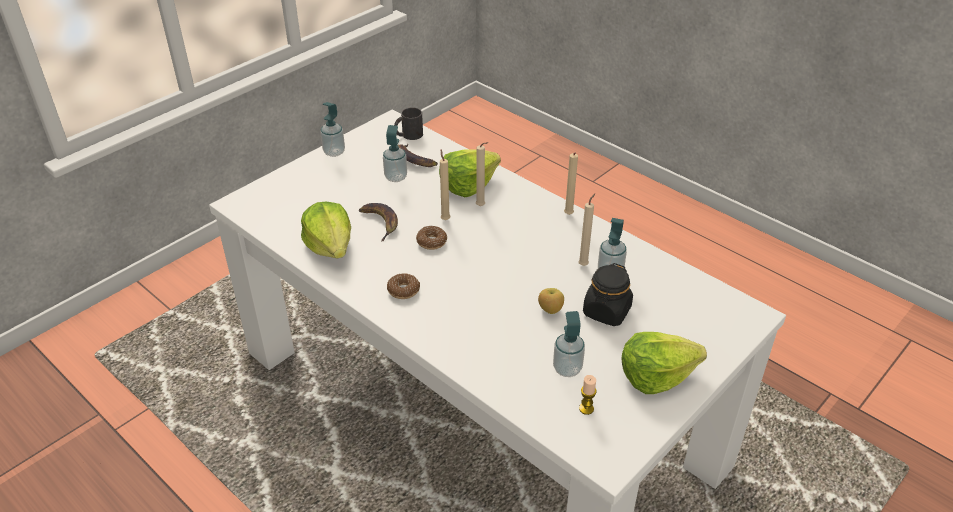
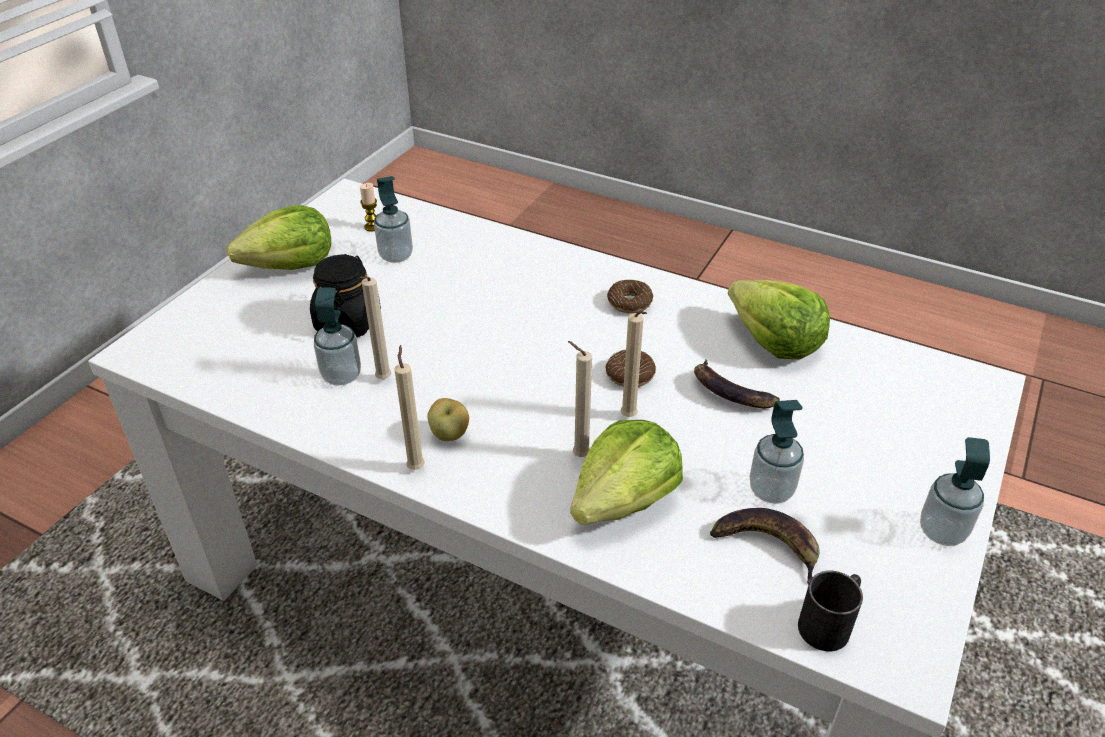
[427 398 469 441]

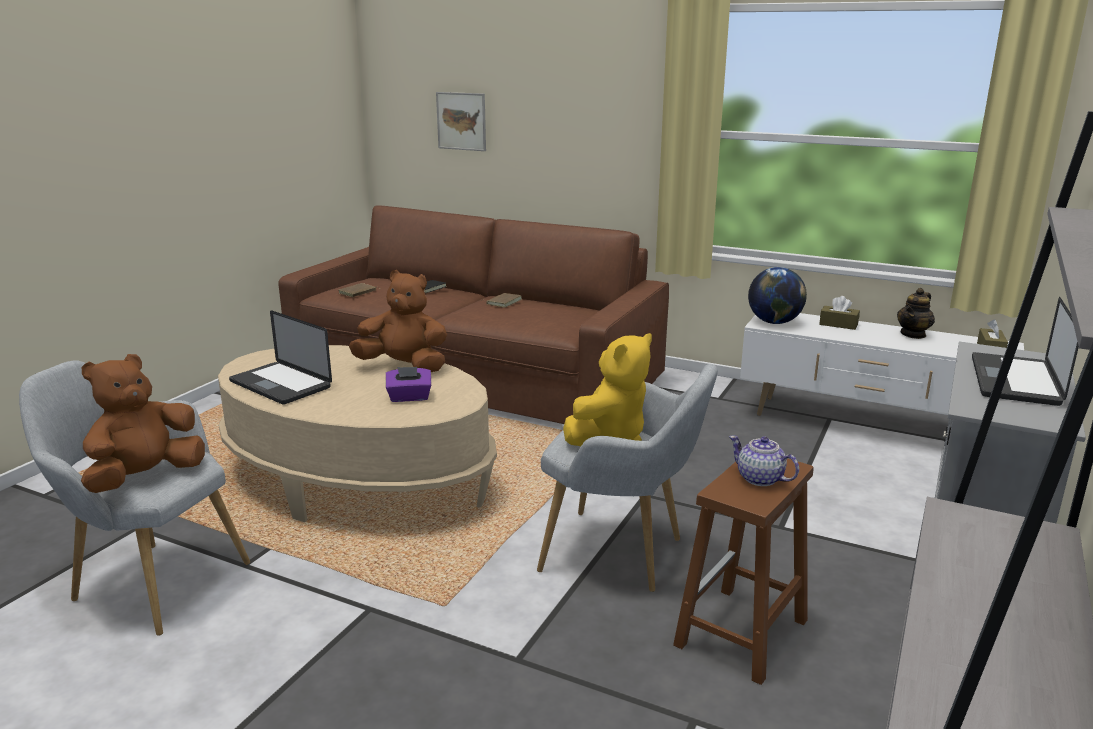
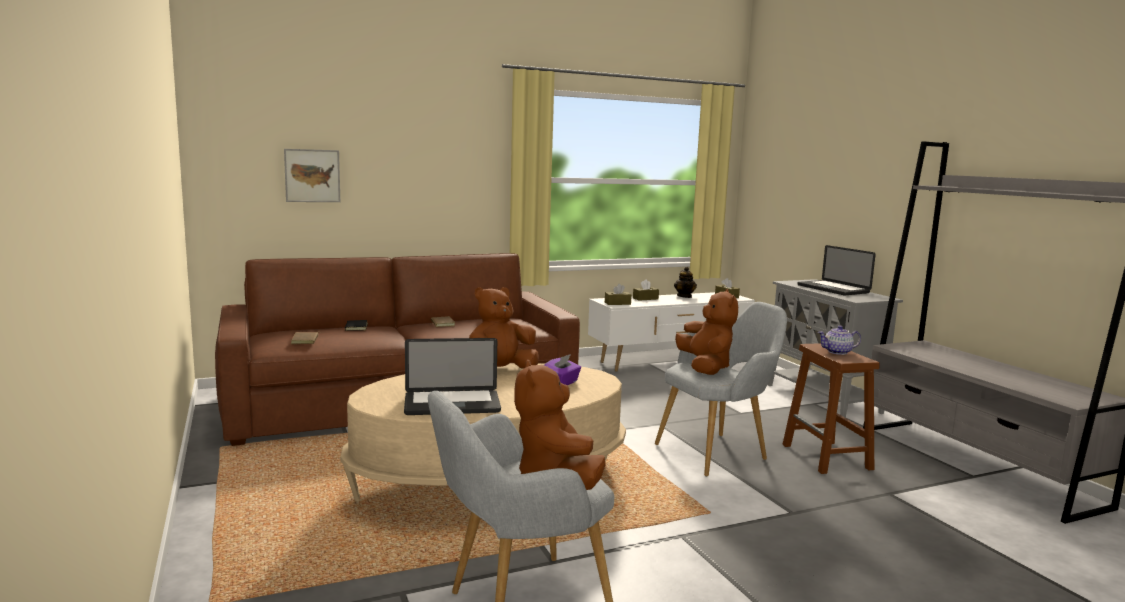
[605 284 632 305]
[675 289 738 375]

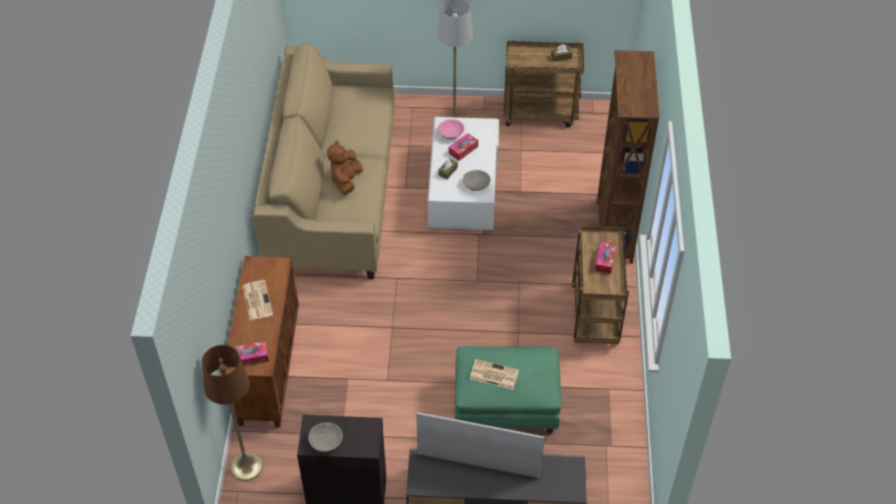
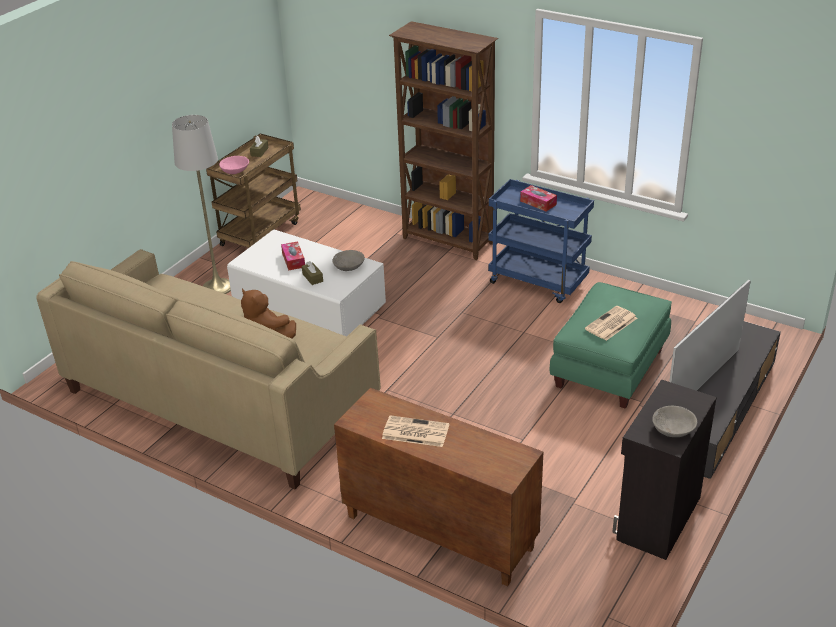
[219 156 249 174]
[488 179 594 303]
[202 345 263 481] (first image)
[233 341 269 366] (first image)

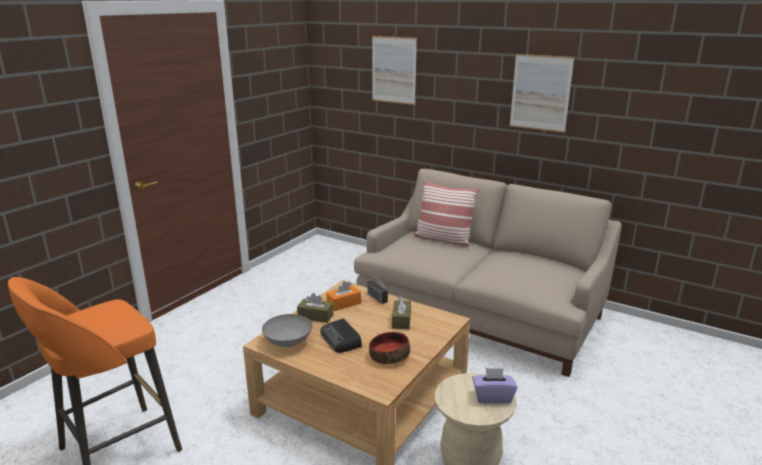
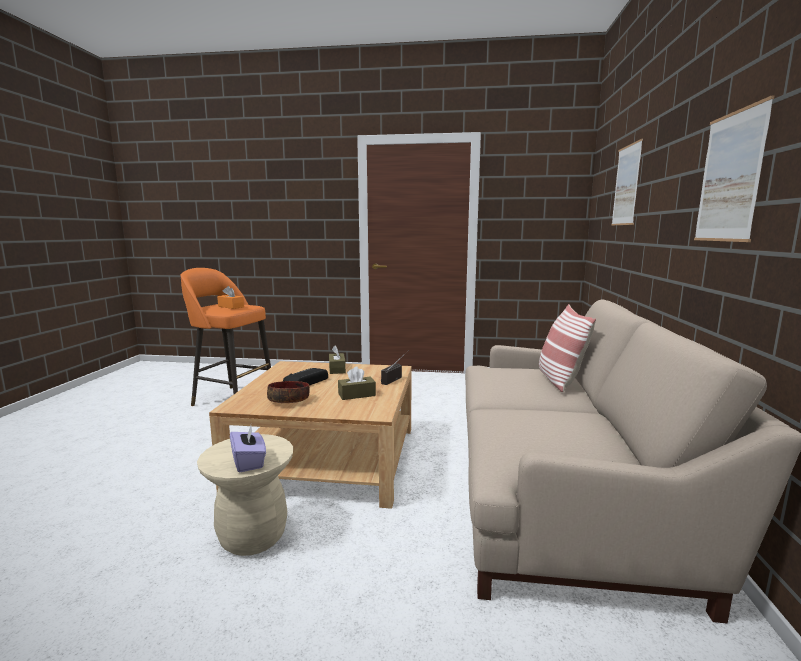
[217 286 244 309]
[262 314 313 347] (first image)

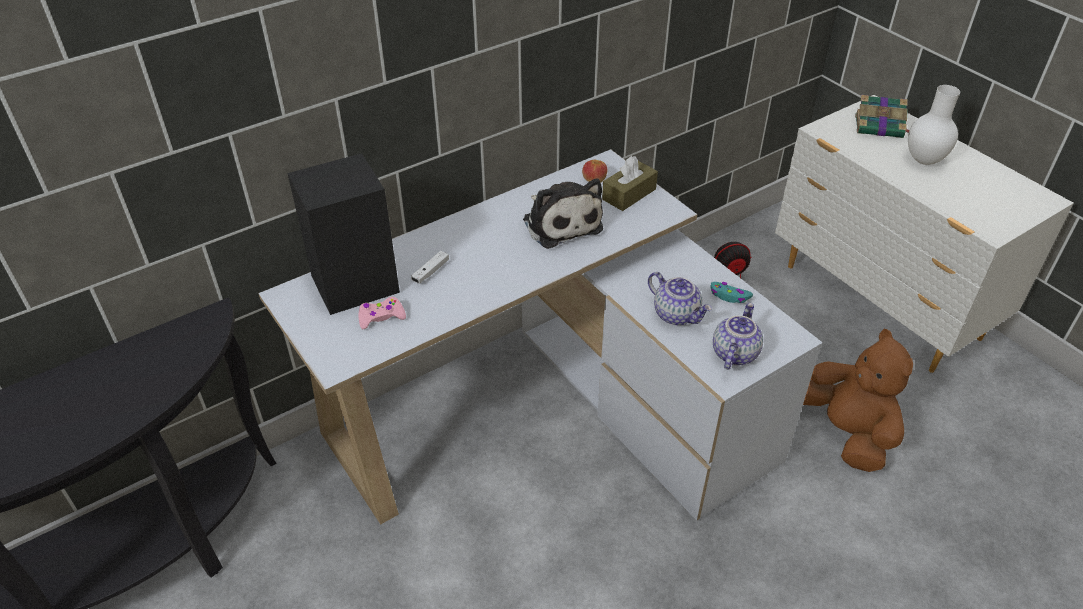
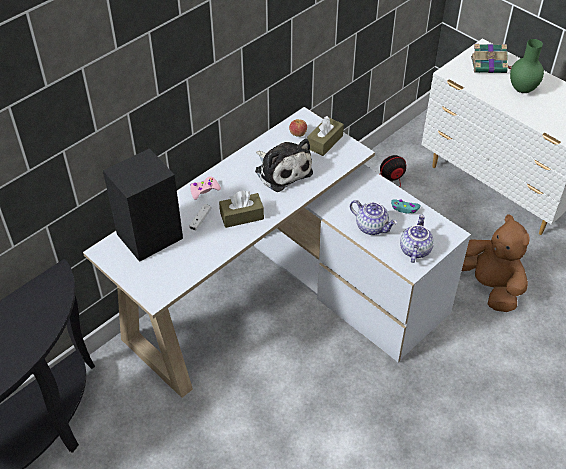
[190 176 221 200]
[219 191 264 228]
[510 39 544 93]

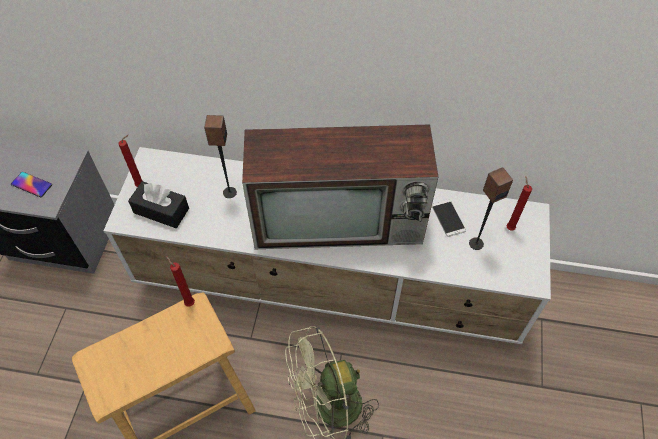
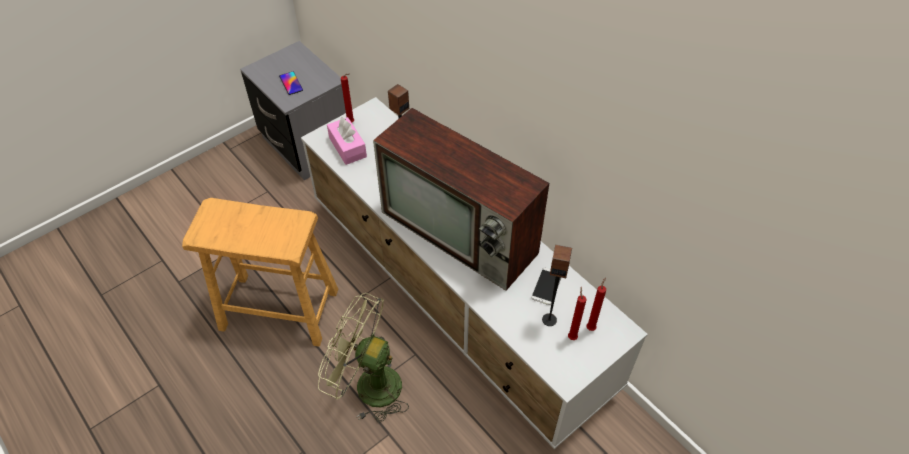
[327 117 367 165]
[568 287 586 340]

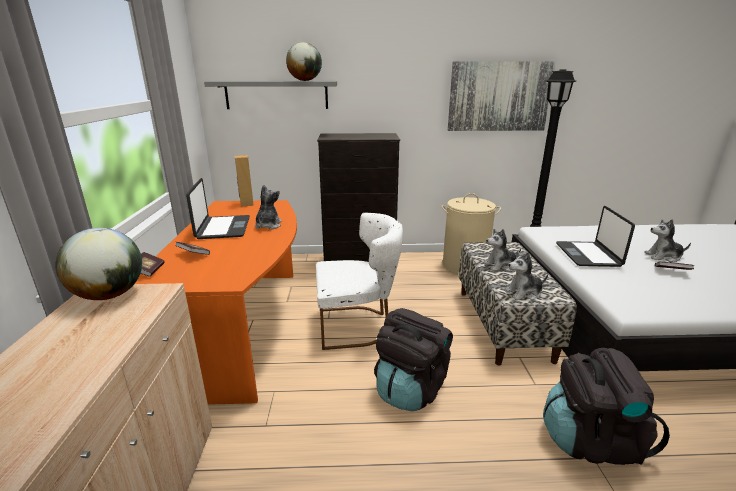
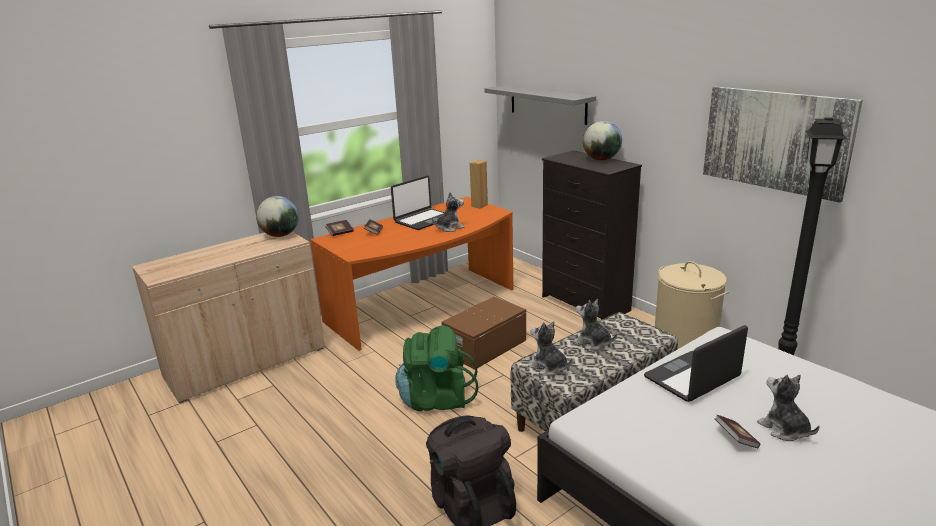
[395 325 478 411]
[441 297 526 370]
[583 121 622 160]

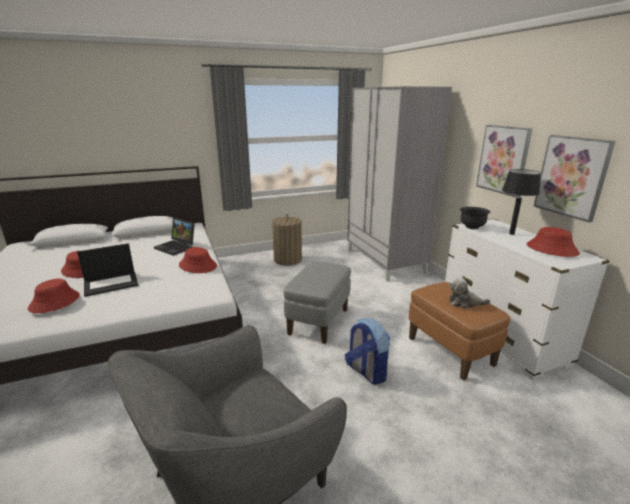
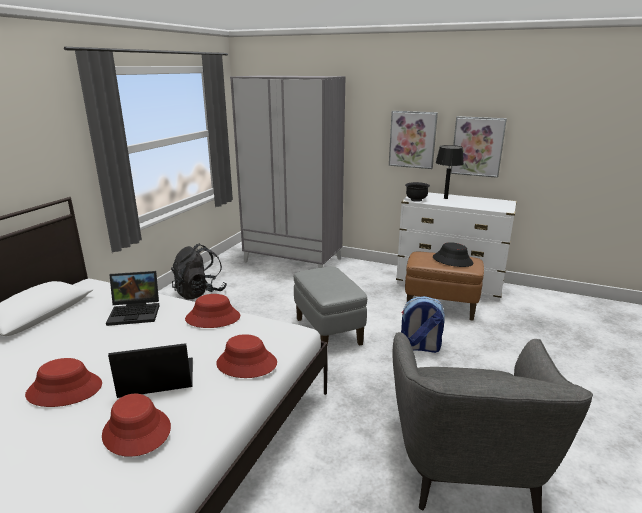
[108 343 193 398]
[171 243 227 300]
[216 334 277 378]
[433 242 473 267]

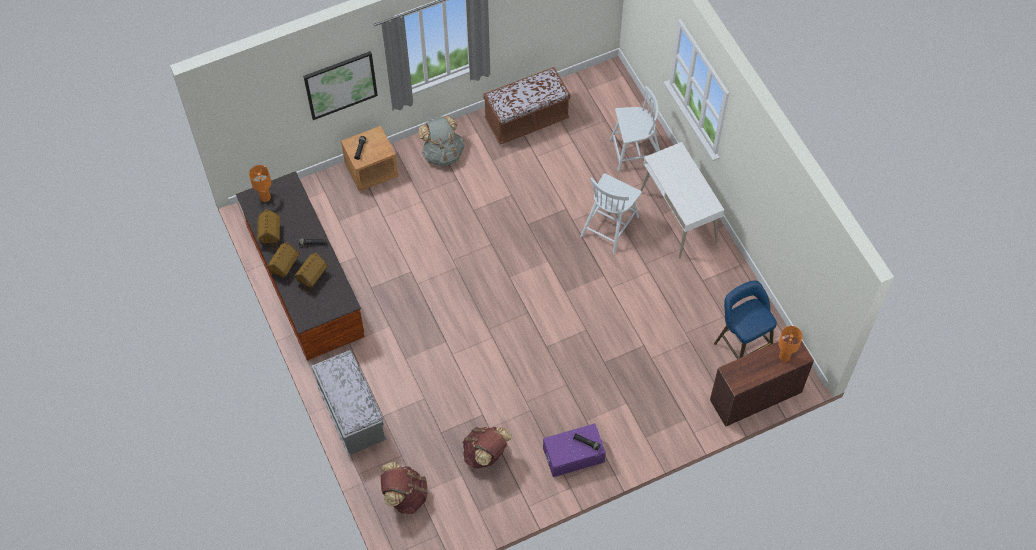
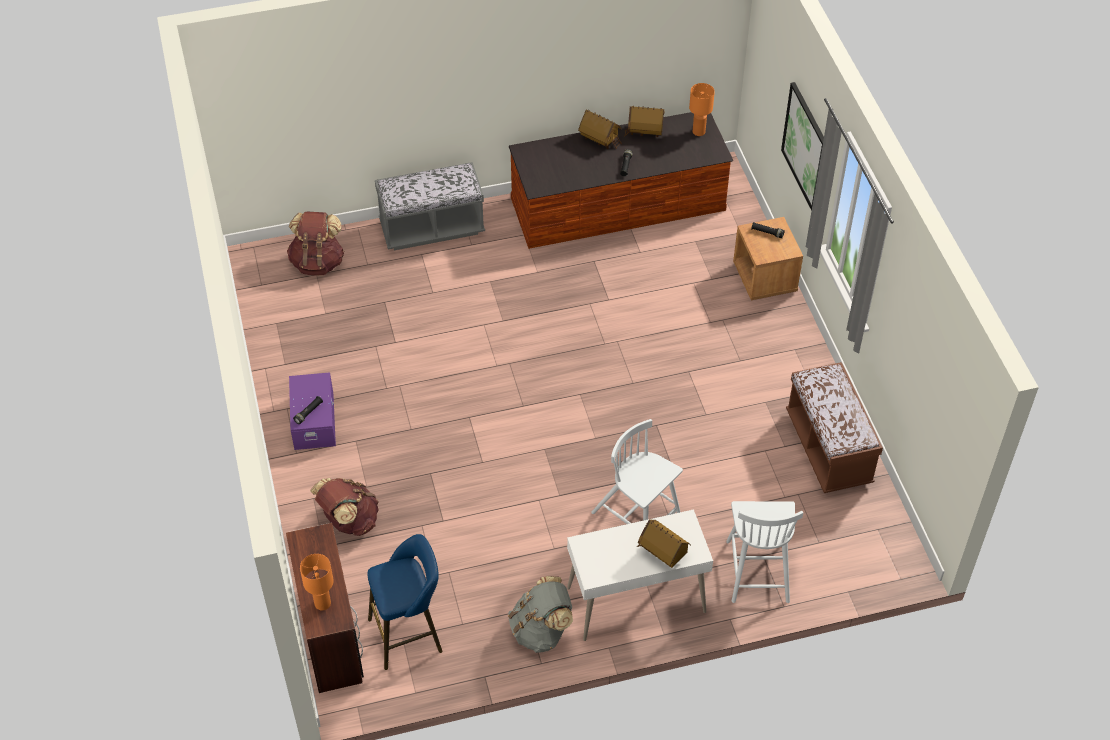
[310 478 379 536]
[508 576 573 653]
[637 520 691 568]

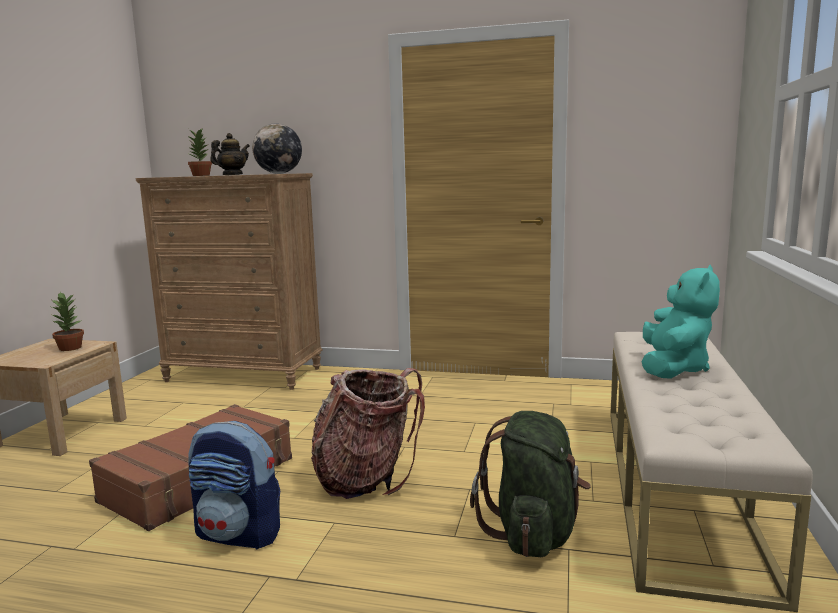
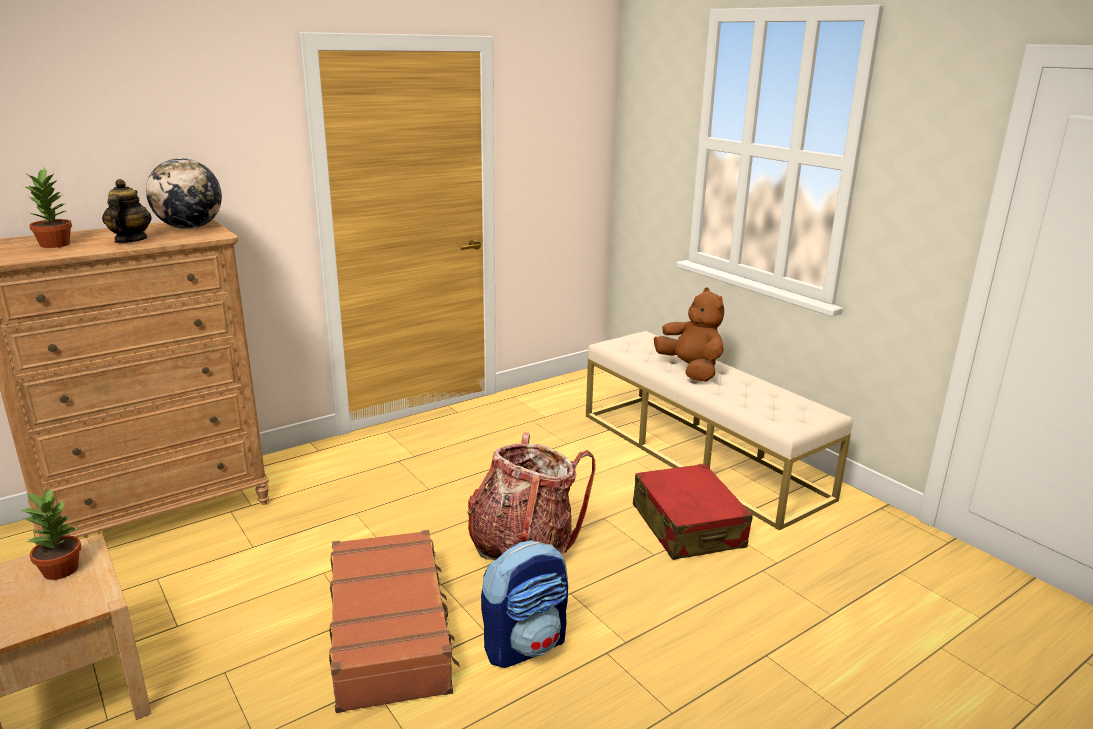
[633 464 753 560]
[654 287 724 382]

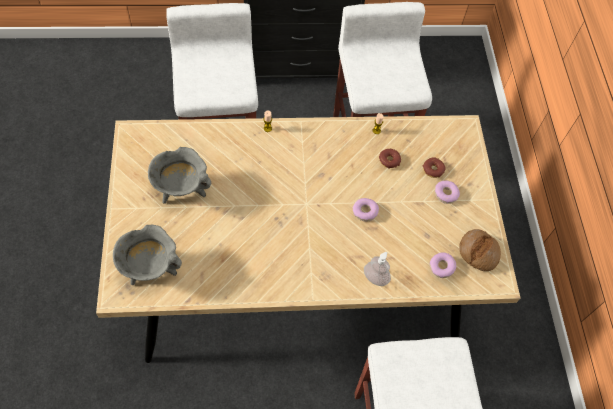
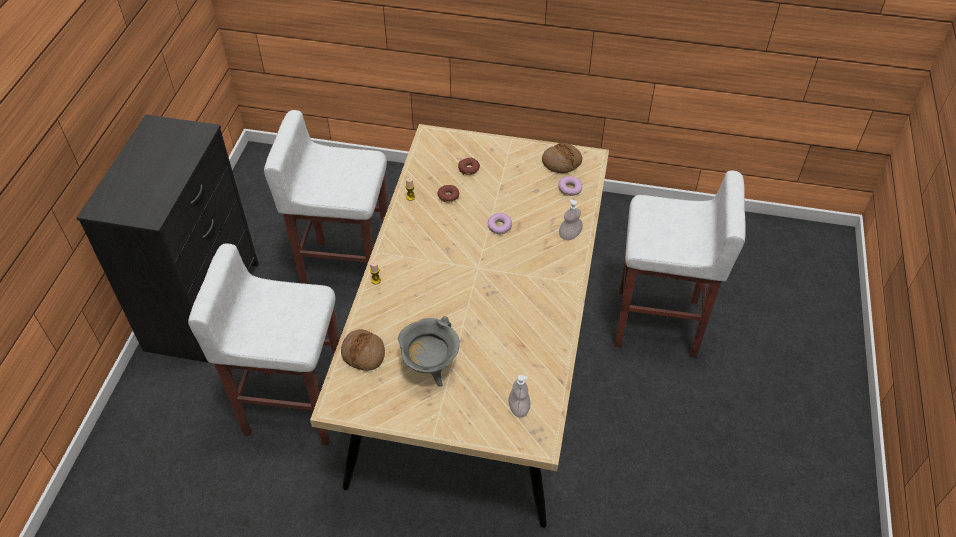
[341 329 385 371]
[508 375 531 418]
[435 181 460 204] (first image)

